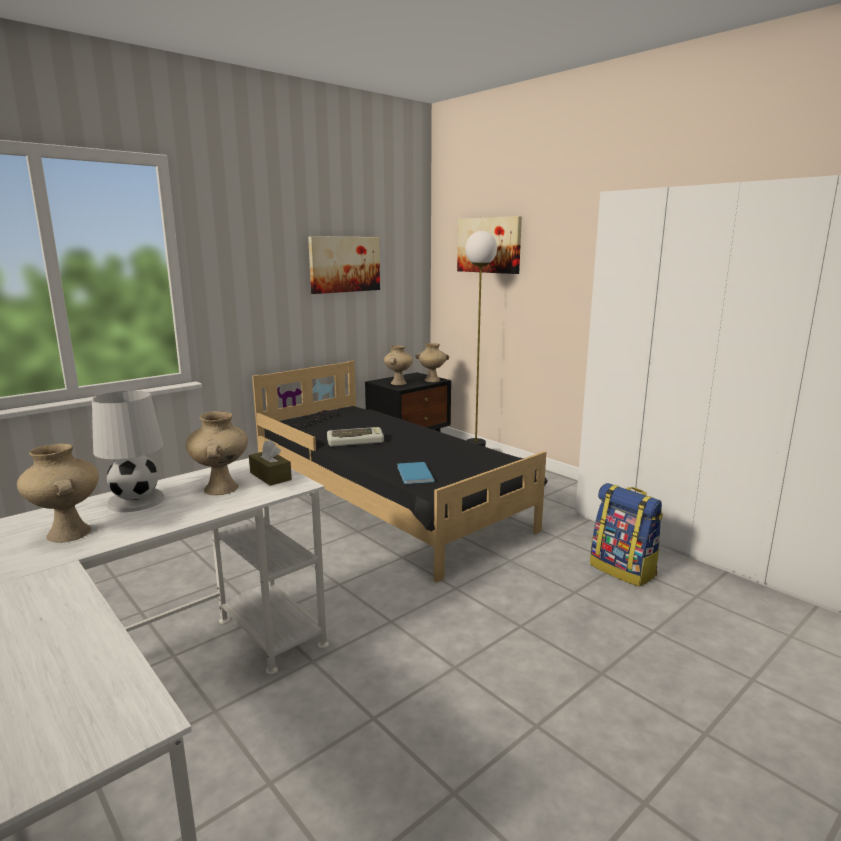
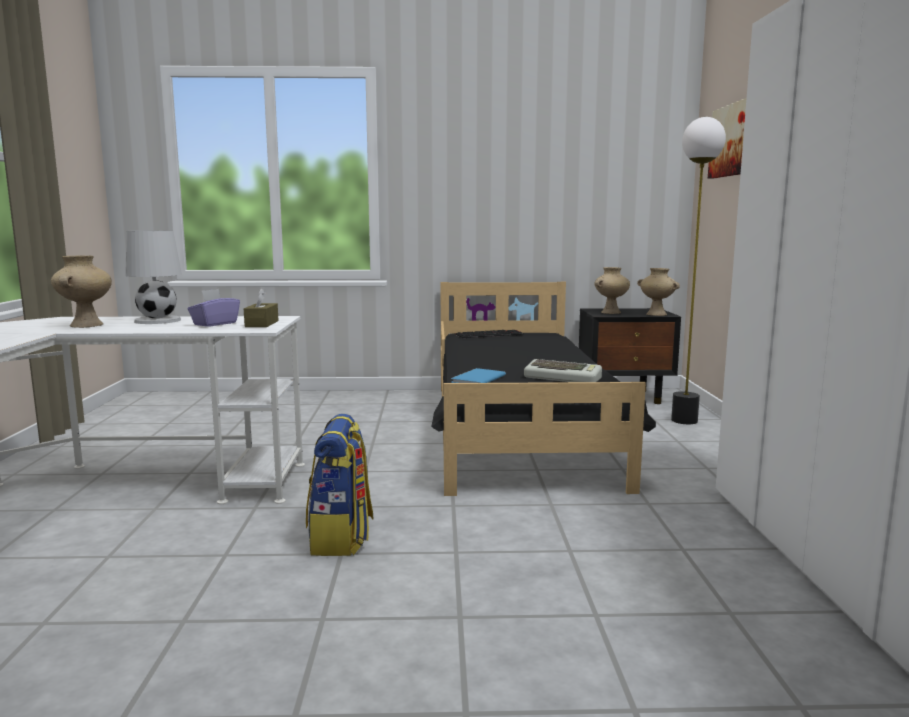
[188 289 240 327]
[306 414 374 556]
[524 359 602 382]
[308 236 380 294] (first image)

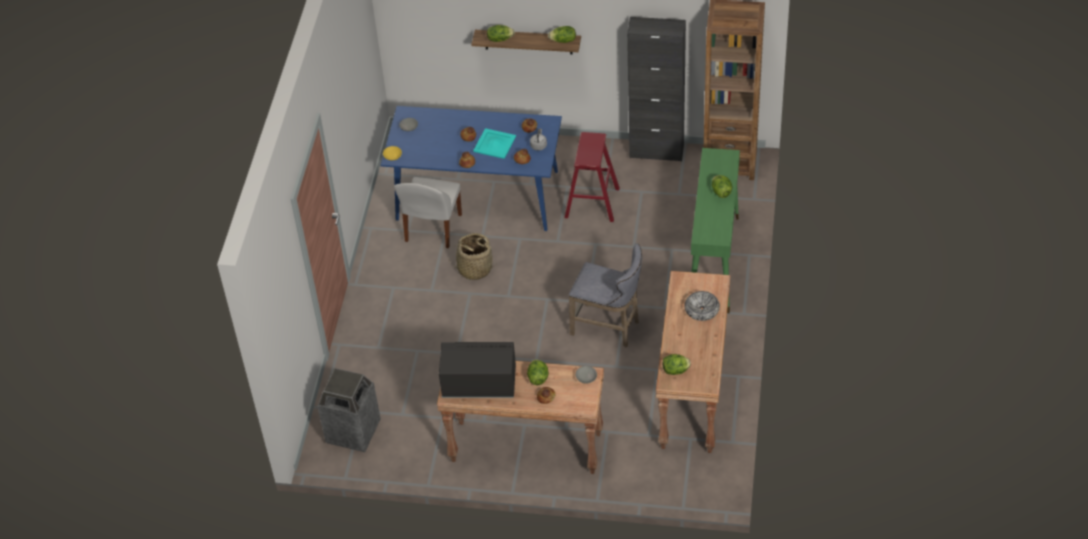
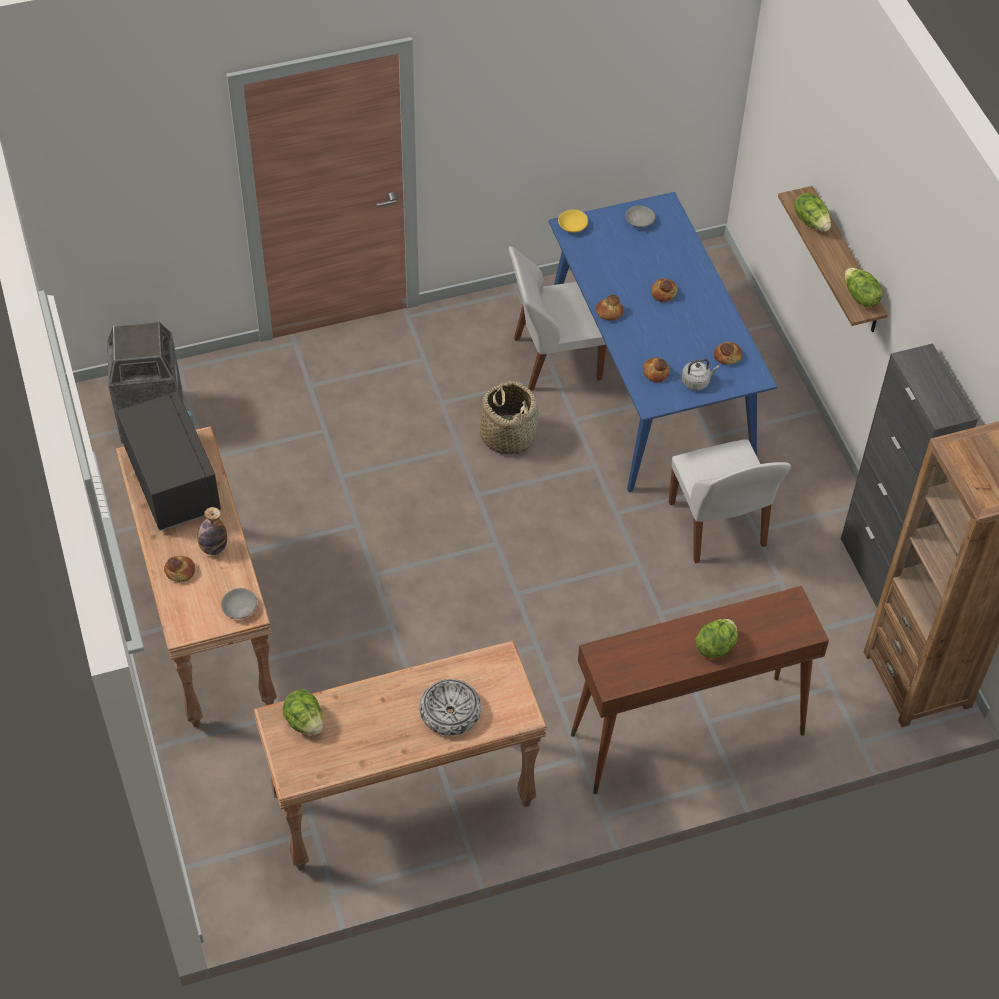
[197 507 227 555]
[571 586 829 794]
[669 439 791 564]
[473 128 516 159] (first image)
[569 244 642 347] (first image)

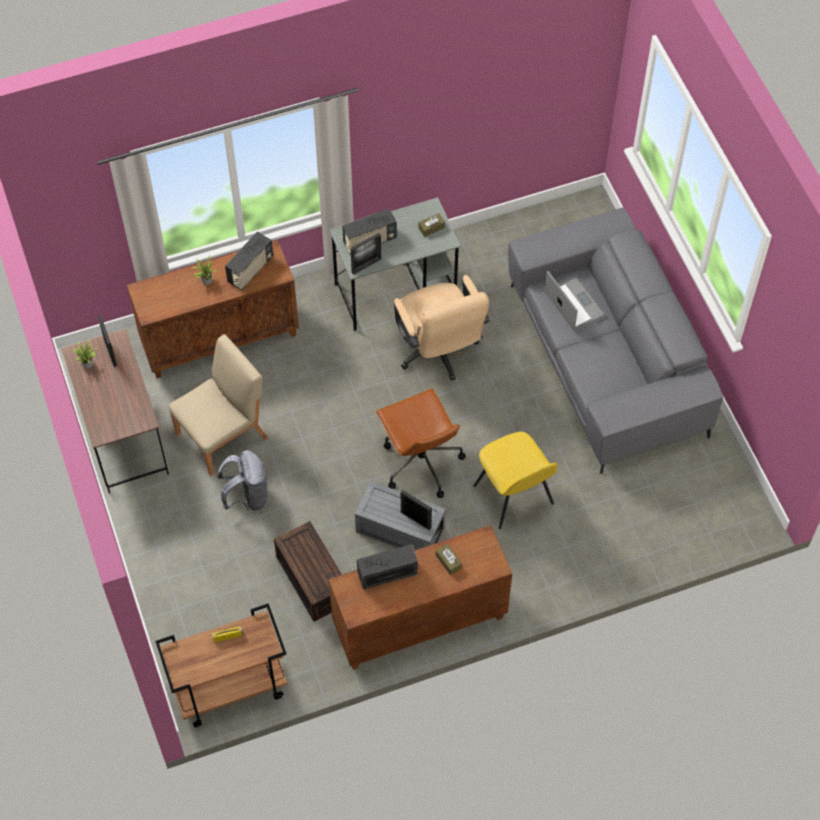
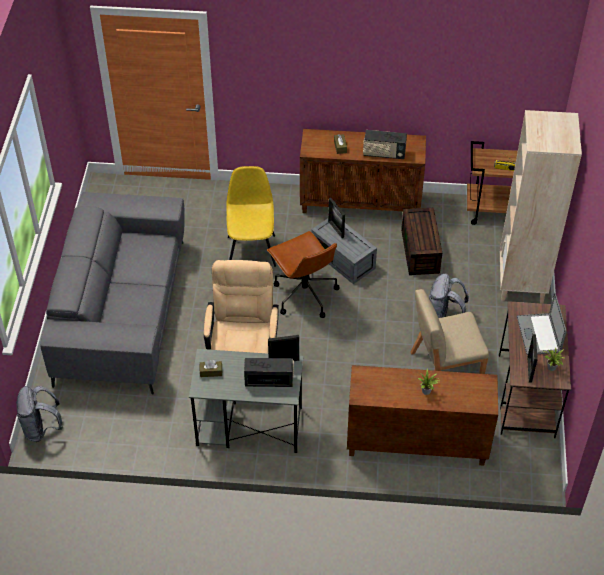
[16 386 63 442]
[267 231 339 318]
[500 110 582 303]
[517 292 567 355]
[225 232 273 290] (first image)

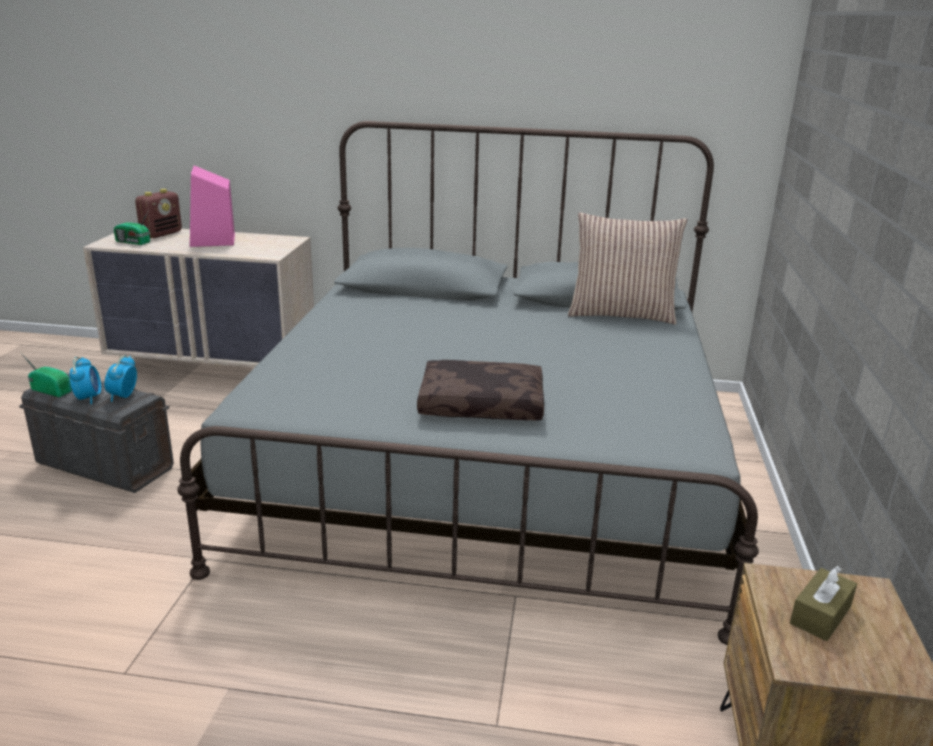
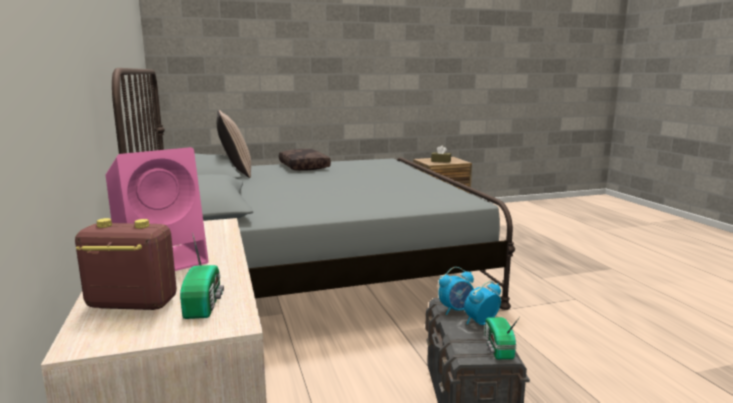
[279 149 331 171]

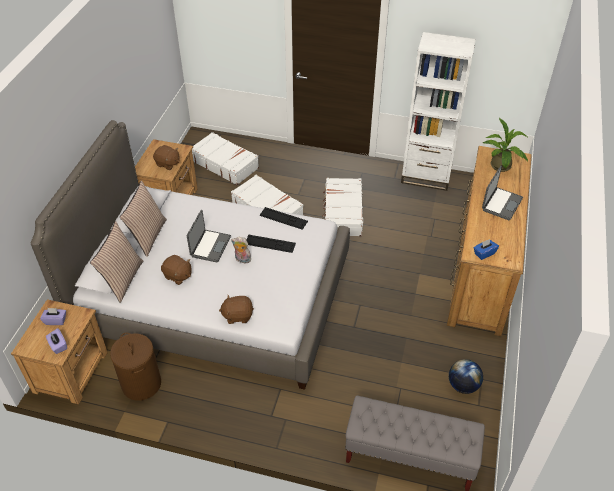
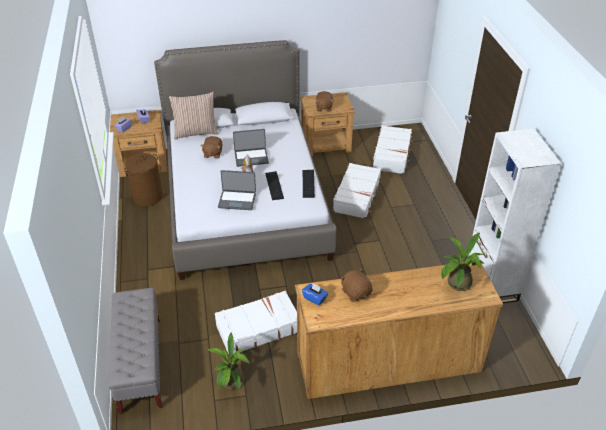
[208 332 250 390]
[215 291 297 355]
[218 170 256 210]
[341 269 373 302]
[120 180 167 257] (first image)

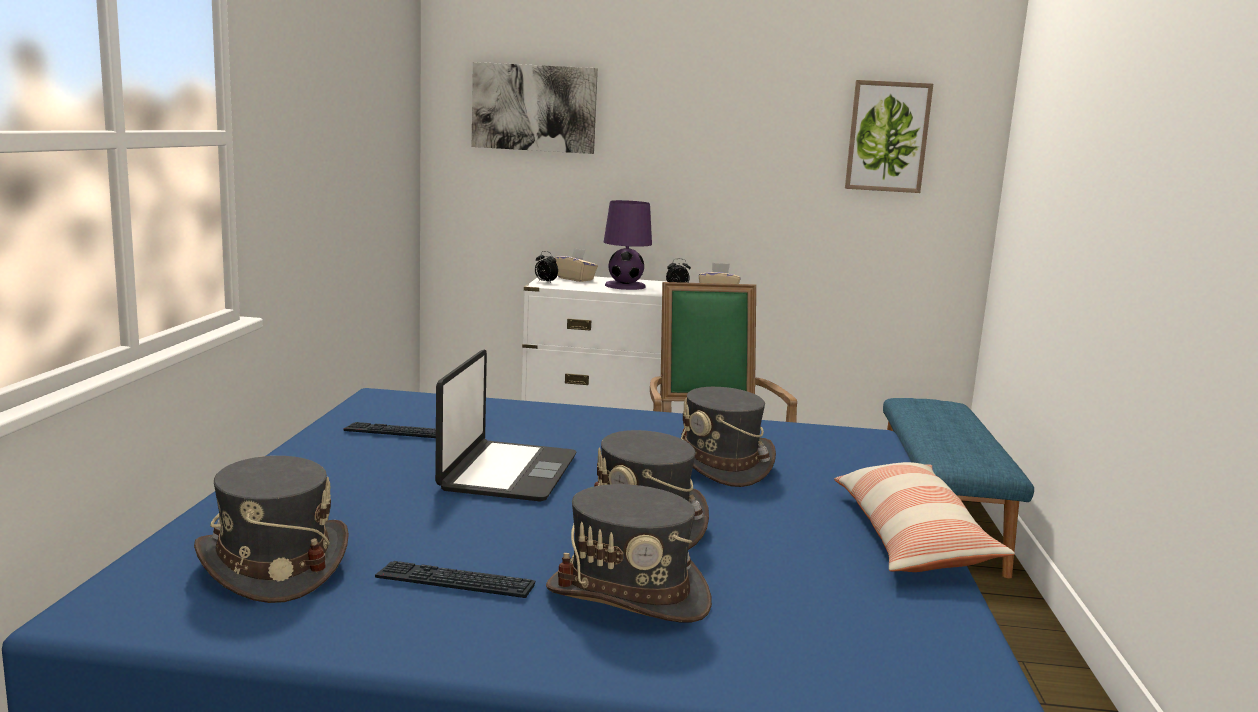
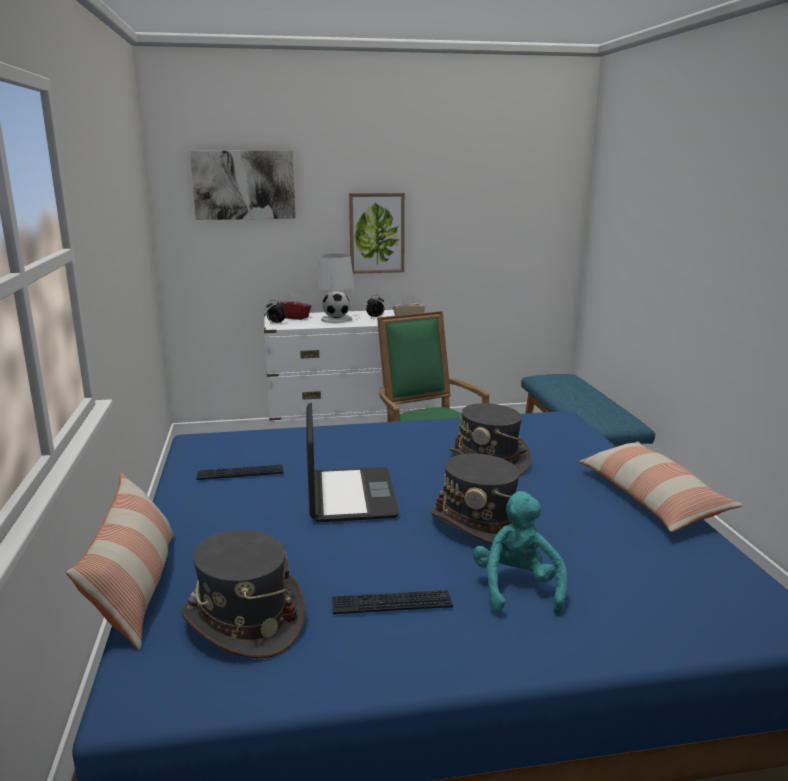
[66 473 175 650]
[277 293 311 320]
[317 254 354 323]
[349 193 405 274]
[473 491 568 614]

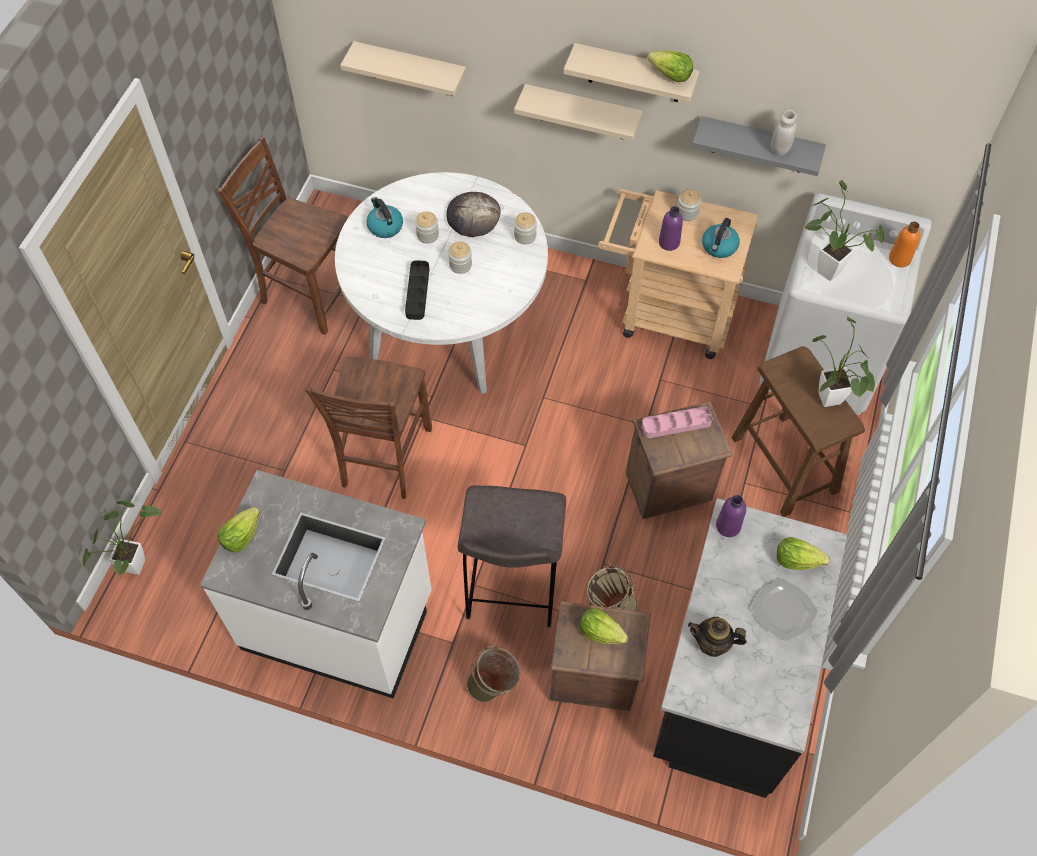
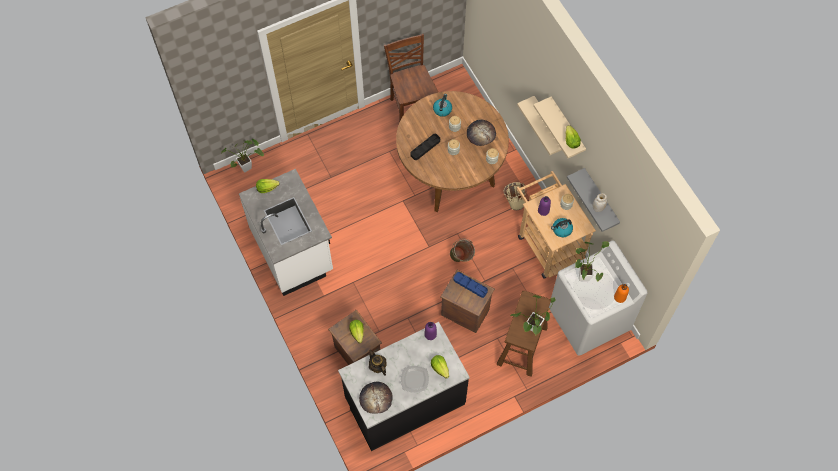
[359 382 393 413]
[396 91 509 212]
[450 239 475 262]
[454 272 488 298]
[504 182 527 210]
[305 357 432 499] (first image)
[340 41 466 96] (first image)
[458 486 566 627] (first image)

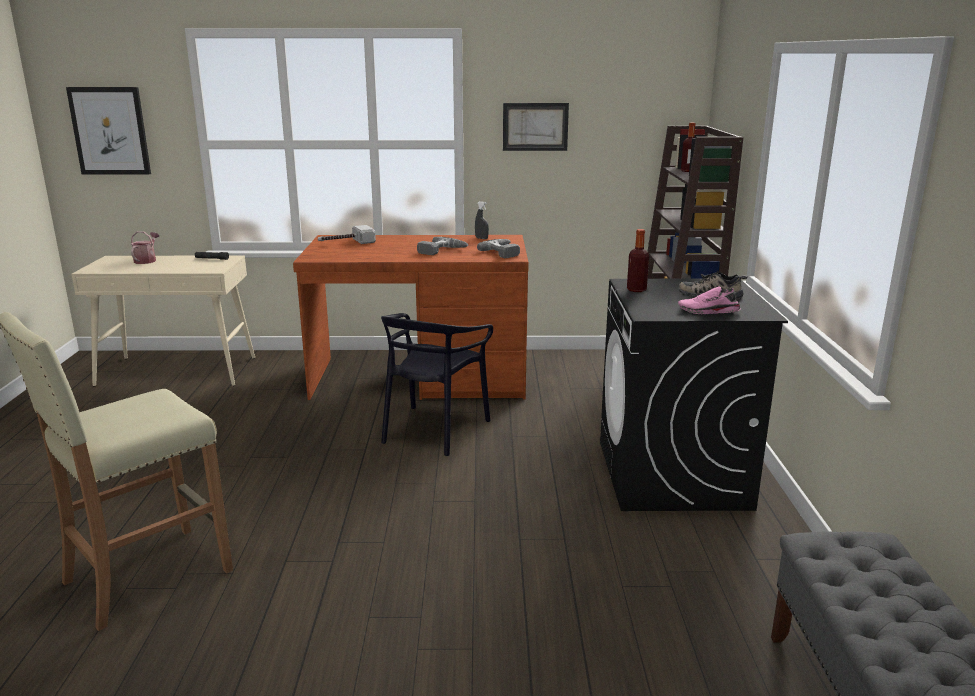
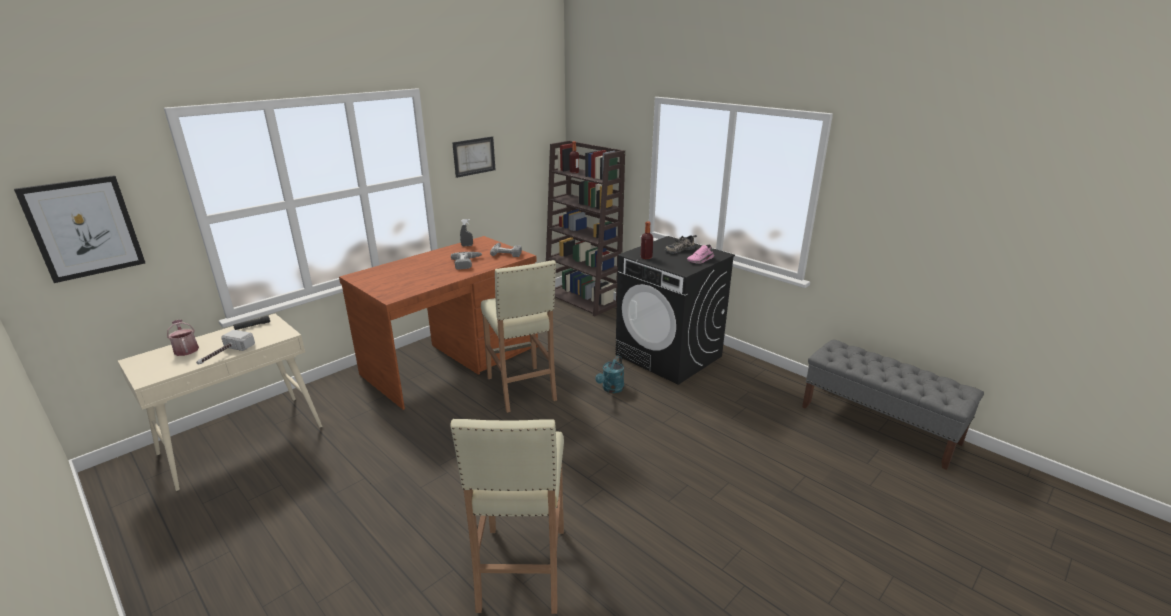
[196 330 255 365]
[481 260 557 413]
[595 355 624 393]

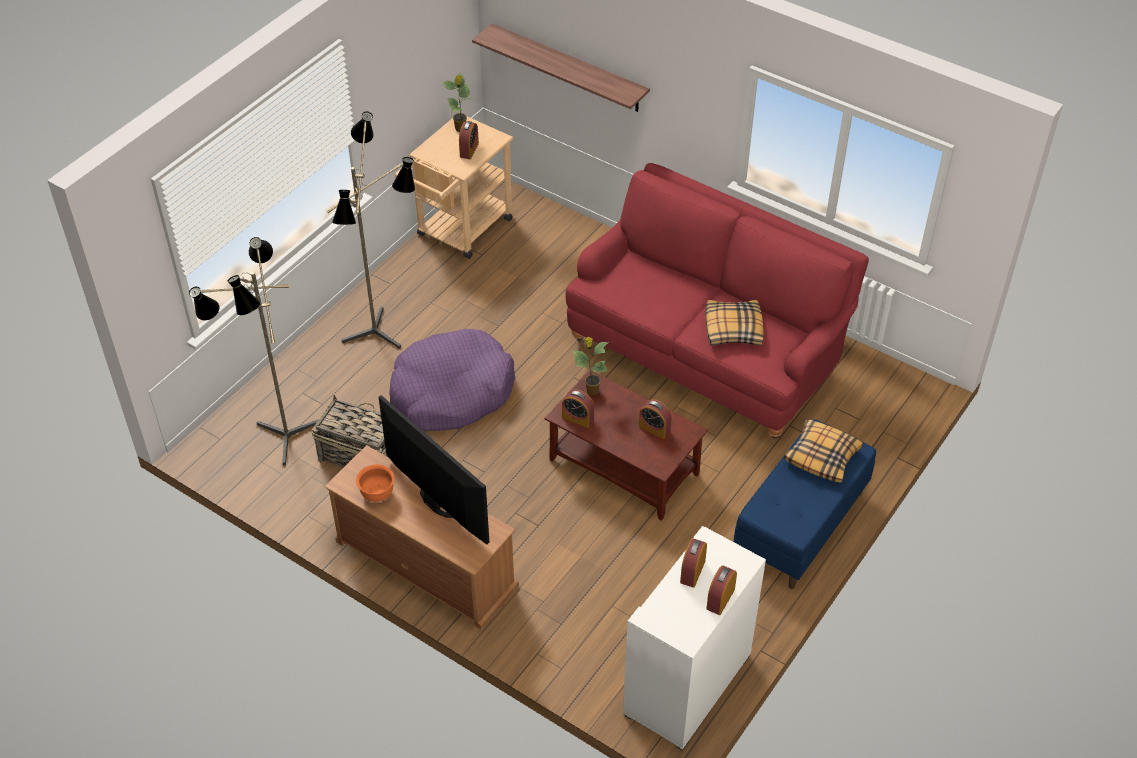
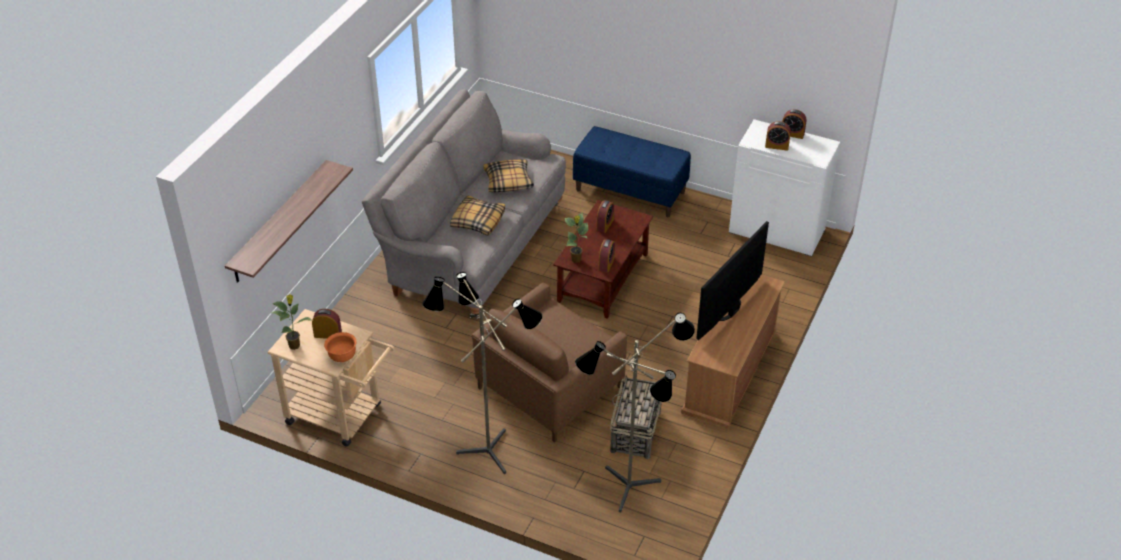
[324 332 357 362]
[362 89 566 318]
[450 196 505 236]
[472 283 627 443]

